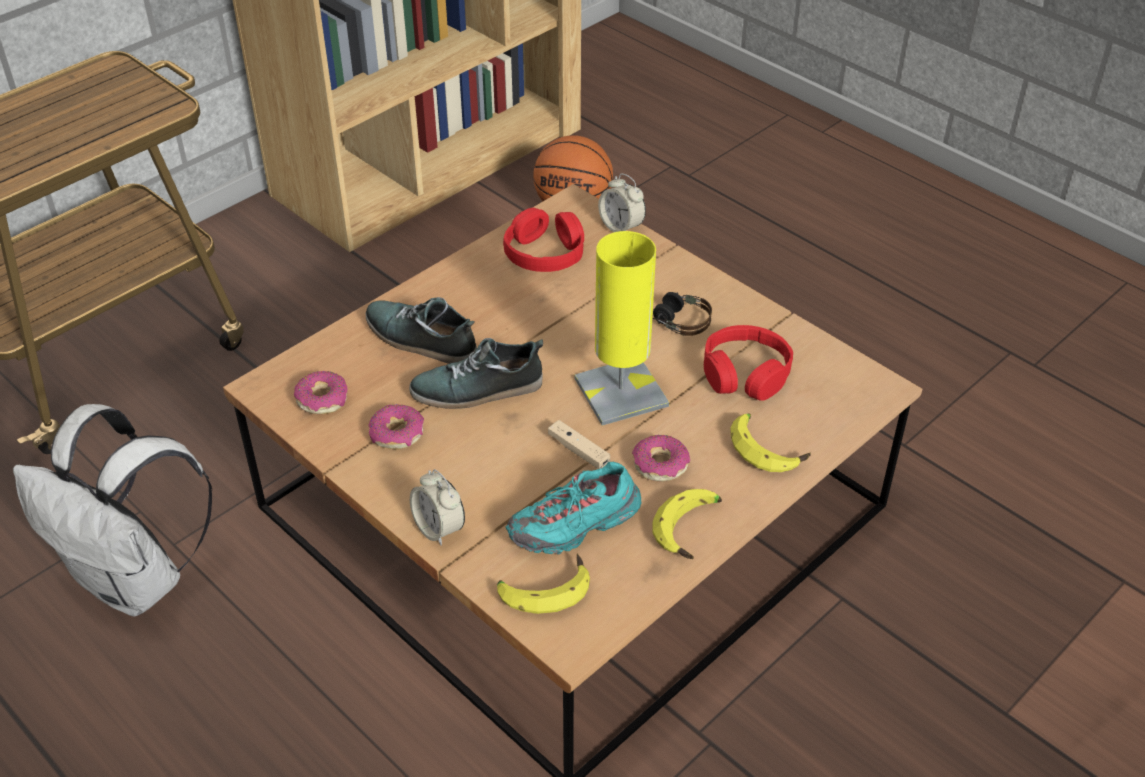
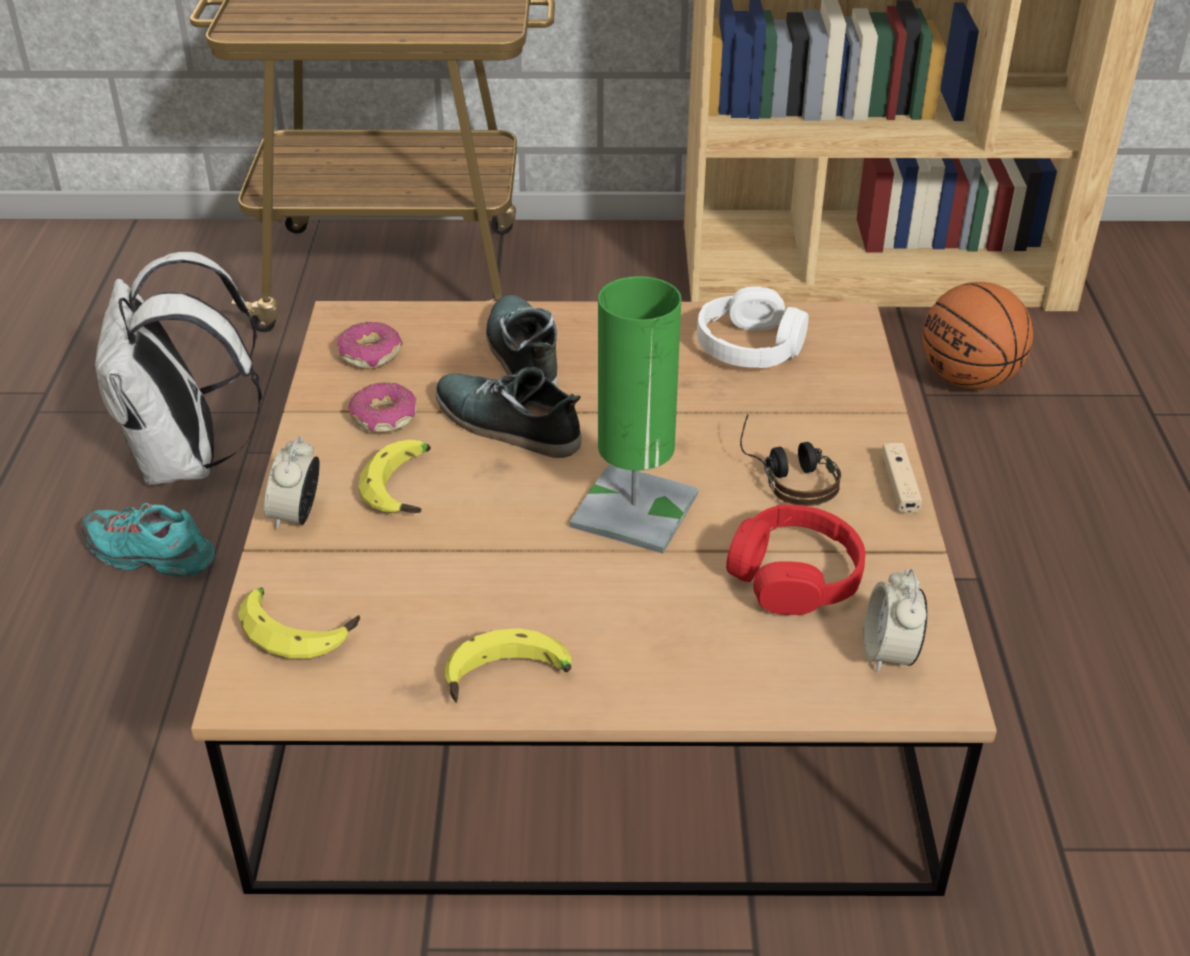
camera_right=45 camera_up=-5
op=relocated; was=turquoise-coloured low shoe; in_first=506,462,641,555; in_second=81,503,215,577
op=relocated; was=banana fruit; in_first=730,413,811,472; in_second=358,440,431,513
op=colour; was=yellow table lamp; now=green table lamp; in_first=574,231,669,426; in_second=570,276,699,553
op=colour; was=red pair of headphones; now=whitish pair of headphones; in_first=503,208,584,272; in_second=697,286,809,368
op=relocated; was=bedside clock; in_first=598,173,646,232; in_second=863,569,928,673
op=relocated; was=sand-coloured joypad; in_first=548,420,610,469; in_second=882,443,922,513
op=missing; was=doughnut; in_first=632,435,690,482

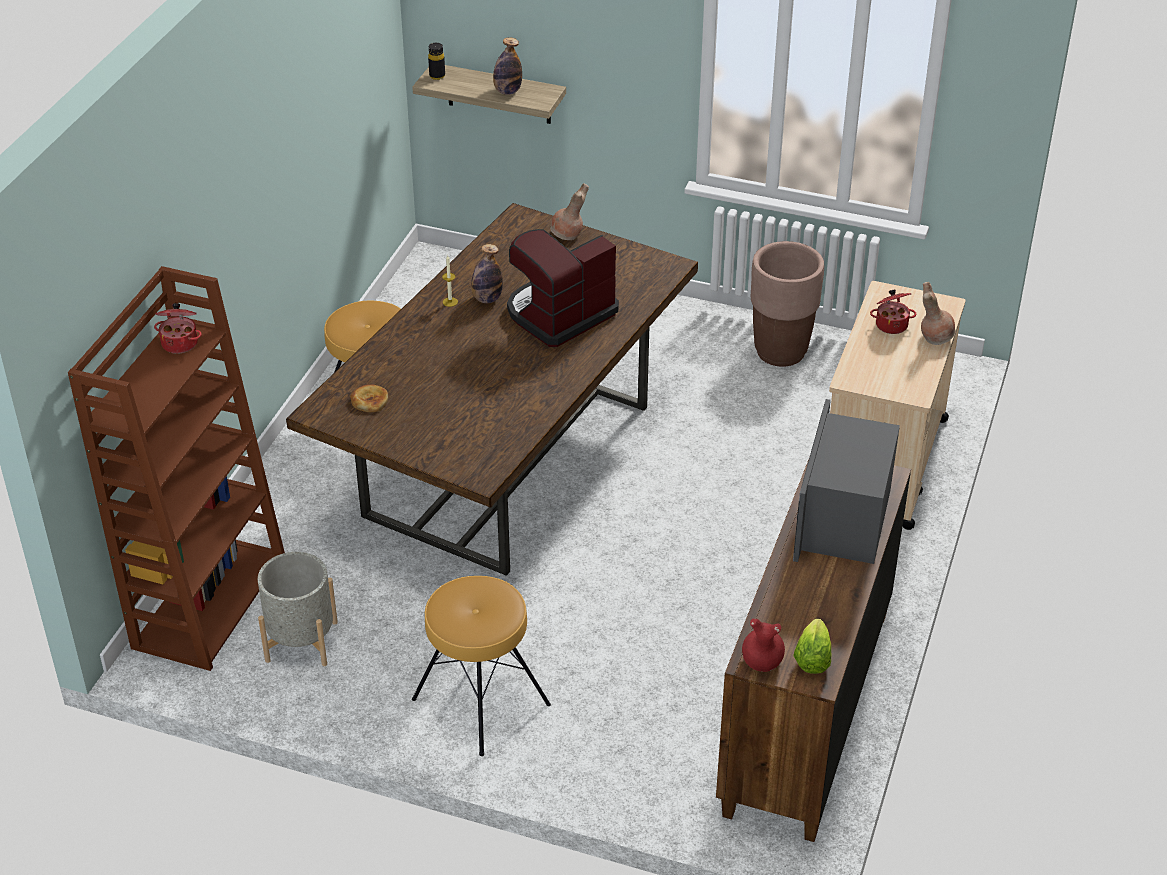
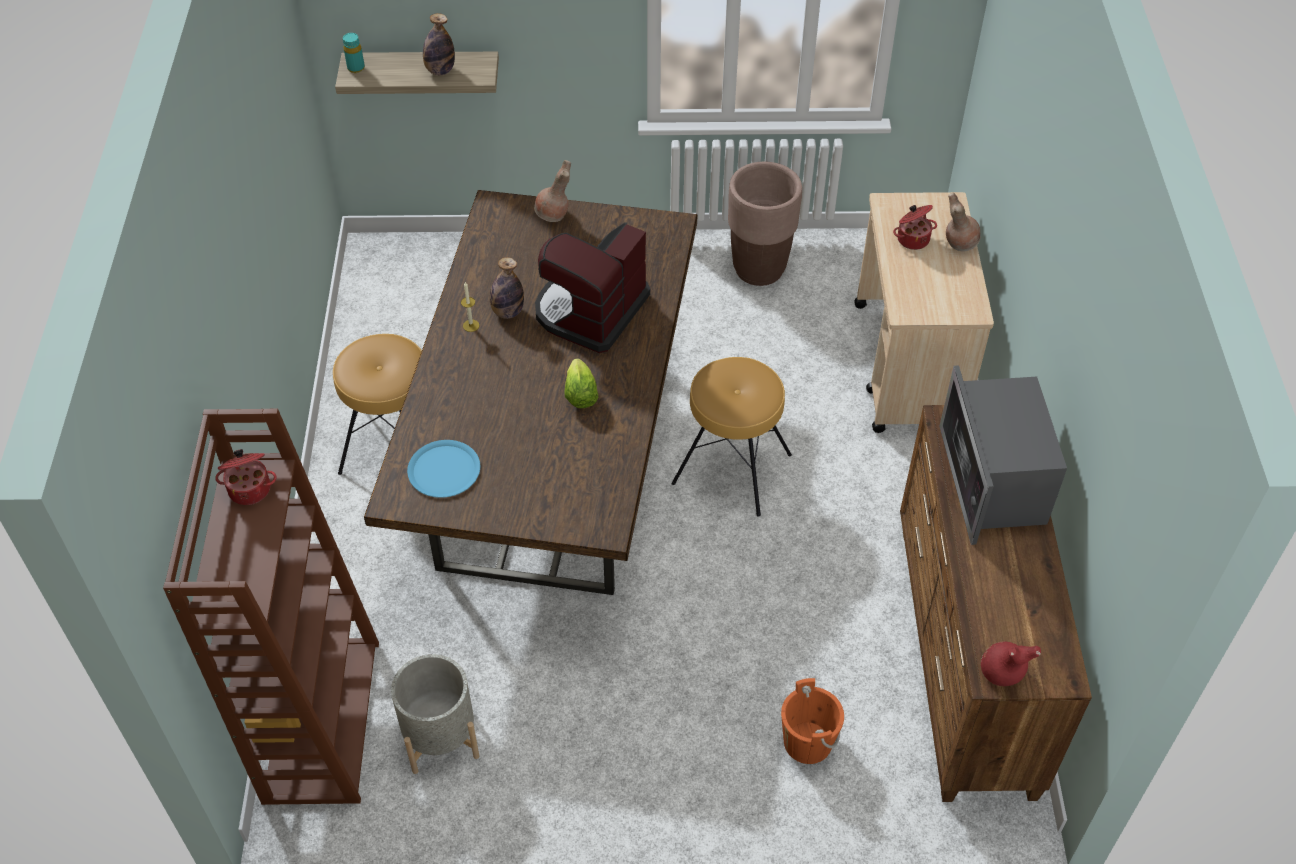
camera_right=-20 camera_up=10
op=colour; was=black-coloured bottle; now=turquoise-coloured bottle; in_first=428,43,445,80; in_second=343,33,365,73
op=exchanged; was=bread; now=blue dinner plate; in_first=350,384,388,412; in_second=407,440,480,498
op=relocated; was=lettuce head; in_first=793,618,831,674; in_second=564,358,598,408
op=relocated; was=brownish sitting stool; in_first=412,576,551,756; in_second=672,357,792,517
op=appeared; now=orangey pail; in_second=781,678,844,764

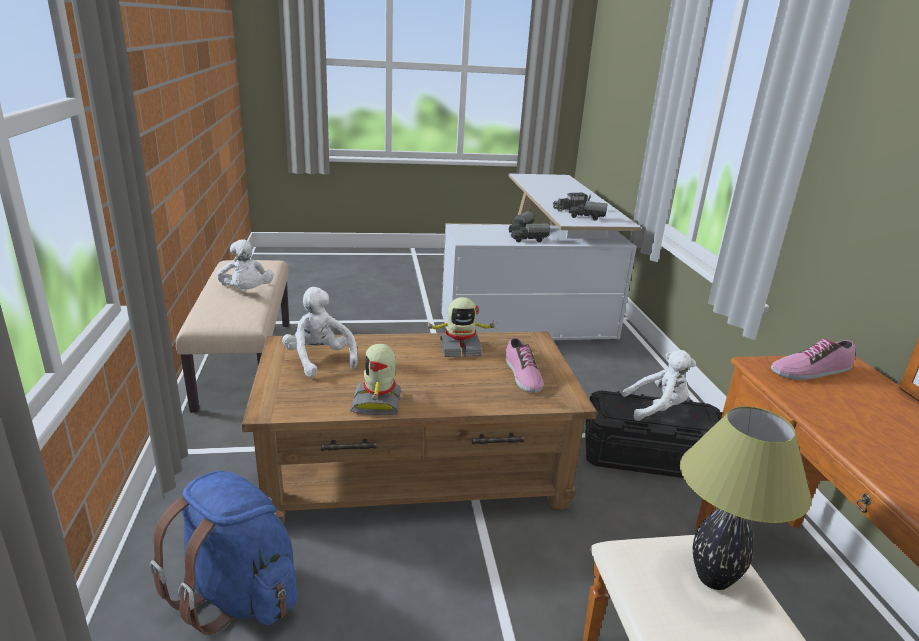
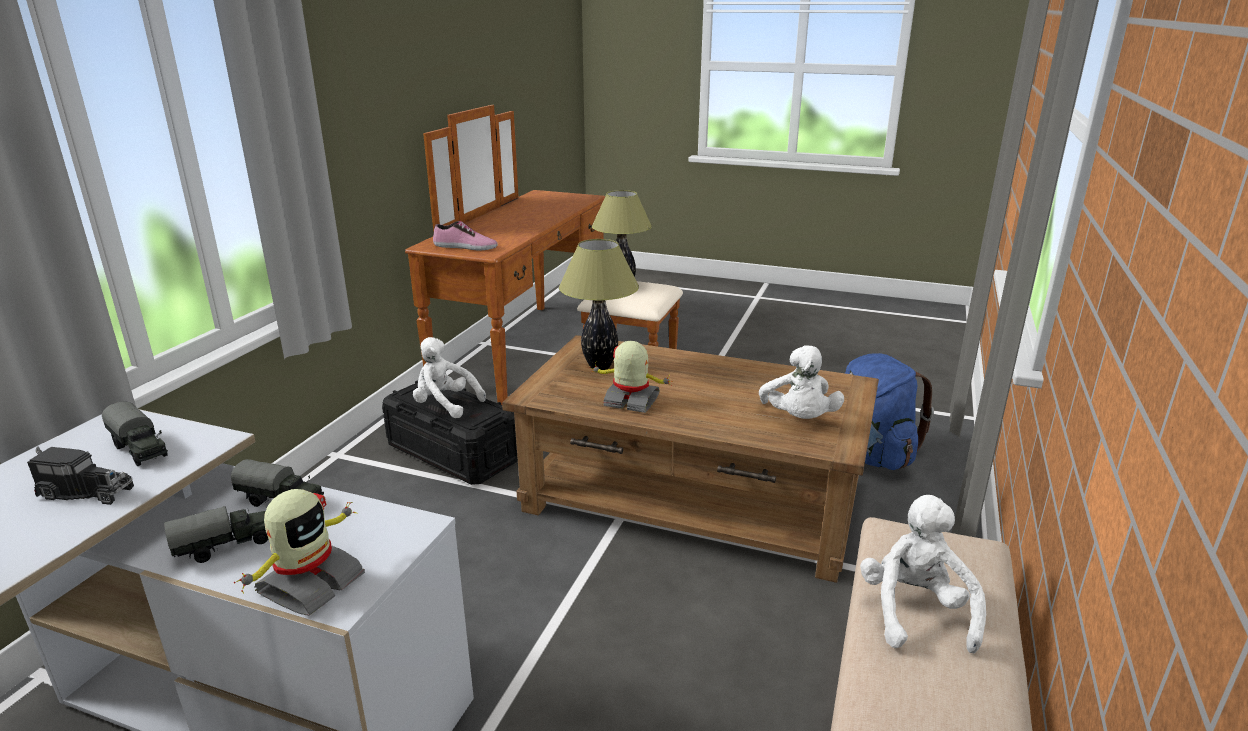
camera_right=-150 camera_up=0
op=relocated; was=robot figure; in_first=350,344,401,415; in_second=234,489,365,616
op=exchanged; was=low shoe; now=table lamp; in_first=505,338,544,393; in_second=559,239,639,370

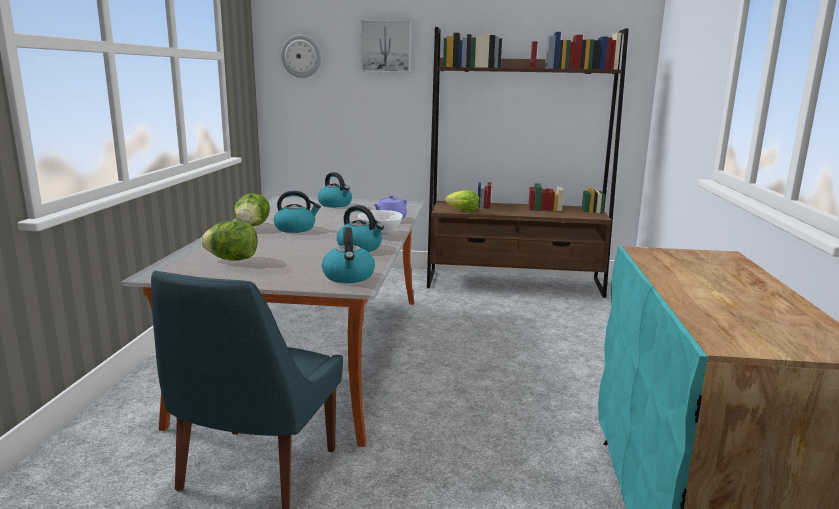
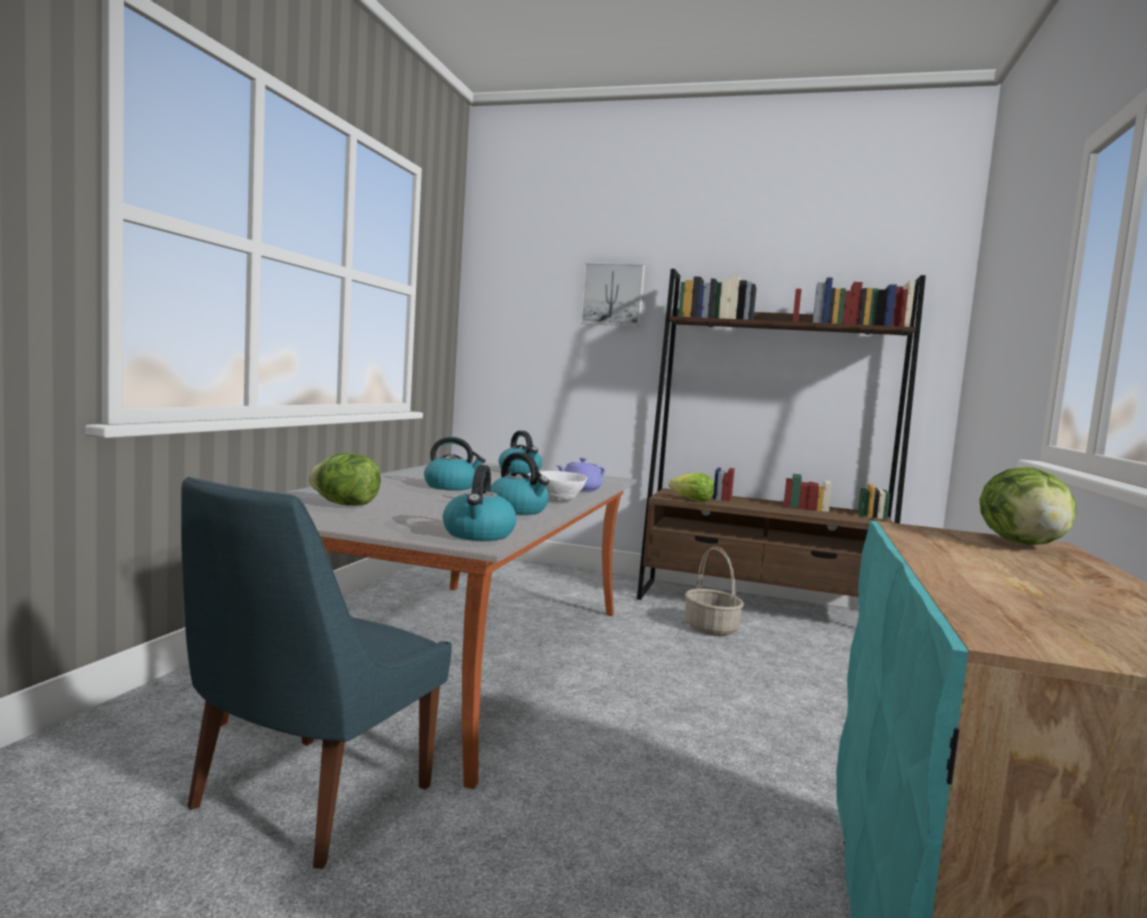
camera_right=10 camera_up=-10
op=appeared; now=storage basket; in_second=685,547,744,636
op=relocated; was=lettuce head; in_first=234,193,270,226; in_second=979,467,1077,545
op=missing; was=hanging clock; in_first=281,35,321,78

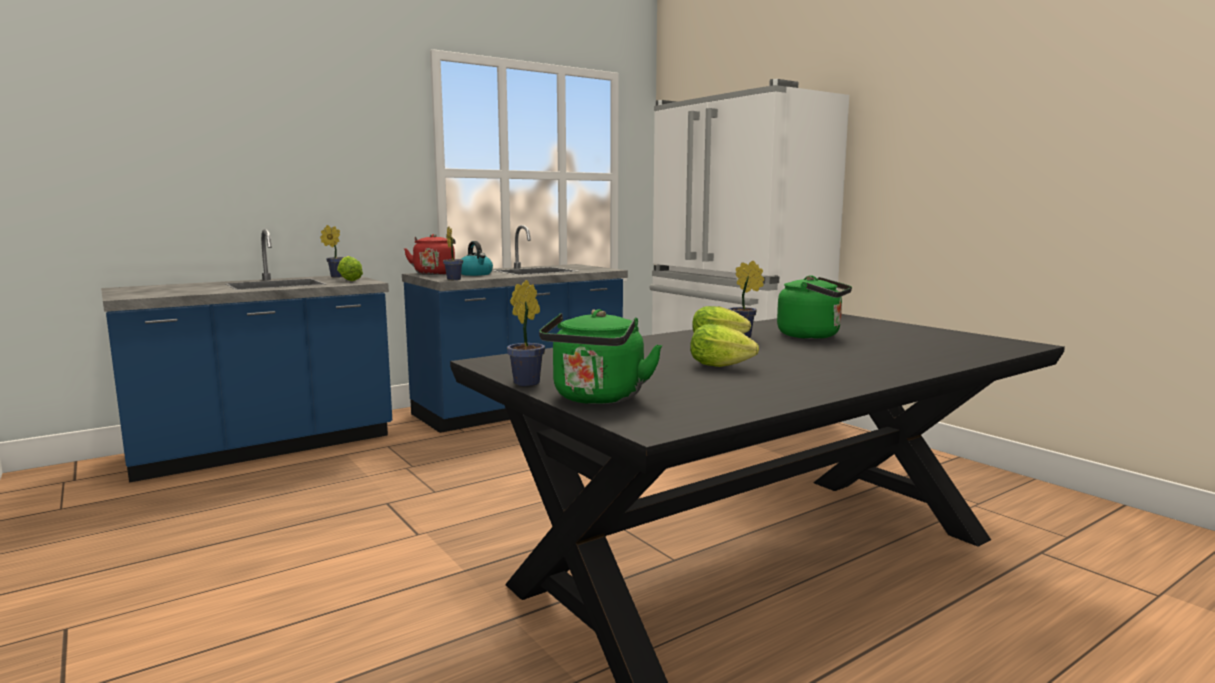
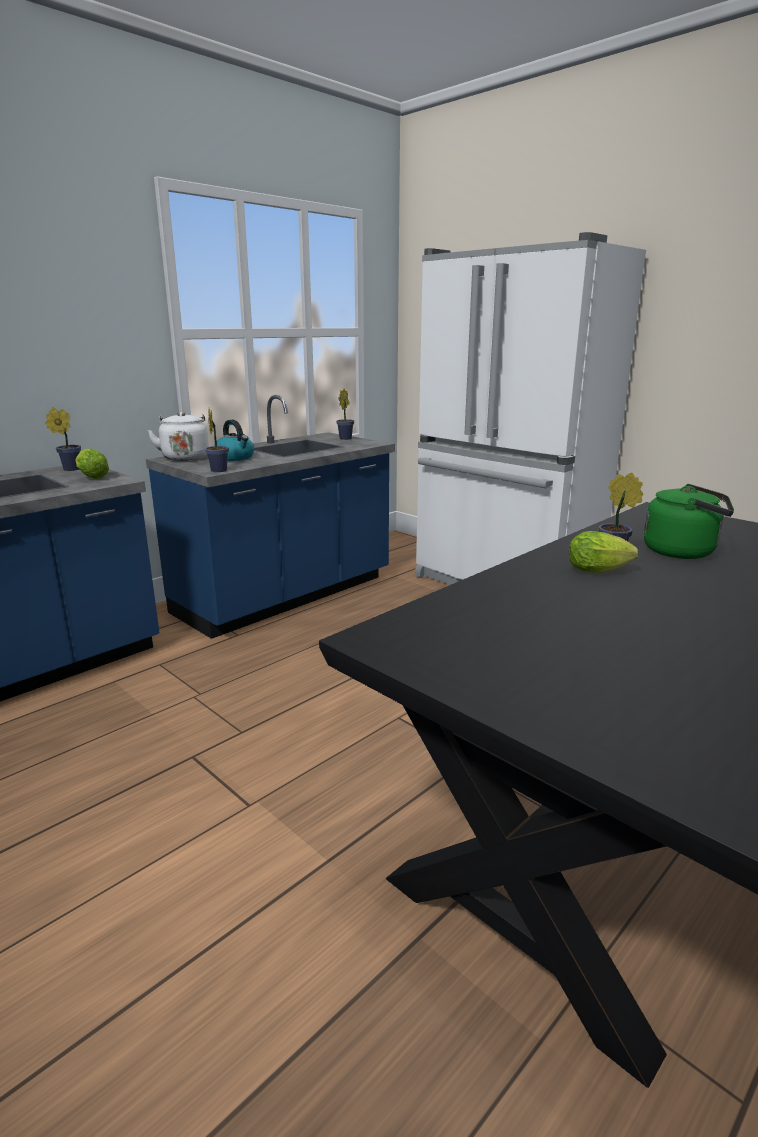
camera_right=-10 camera_up=10
op=colour; was=red tea kettle; now=whitish tea kettle; in_first=404,234,456,275; in_second=147,412,209,461
op=relocated; was=potted plant; in_first=507,280,545,386; in_second=336,389,354,440
op=missing; was=green tea kettle; in_first=539,309,662,404
op=missing; was=lettuce head; in_first=690,324,759,367

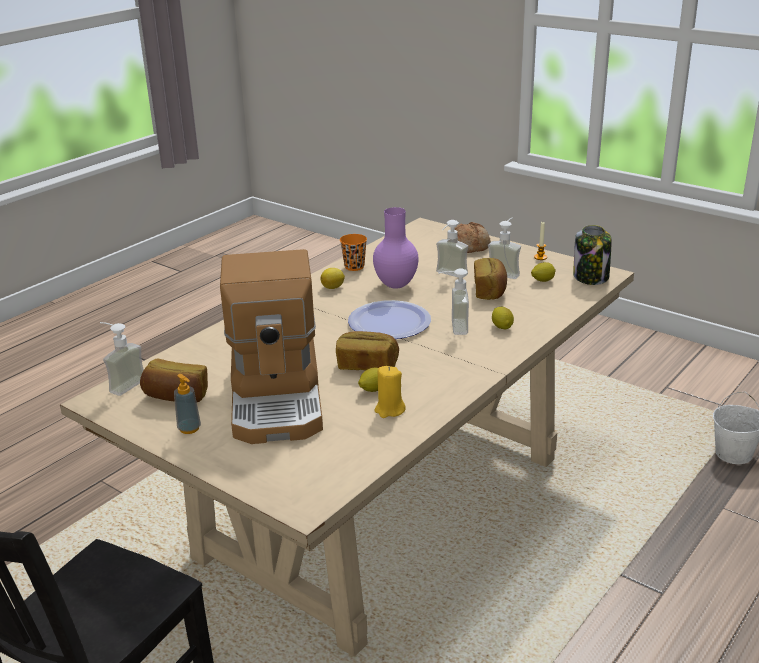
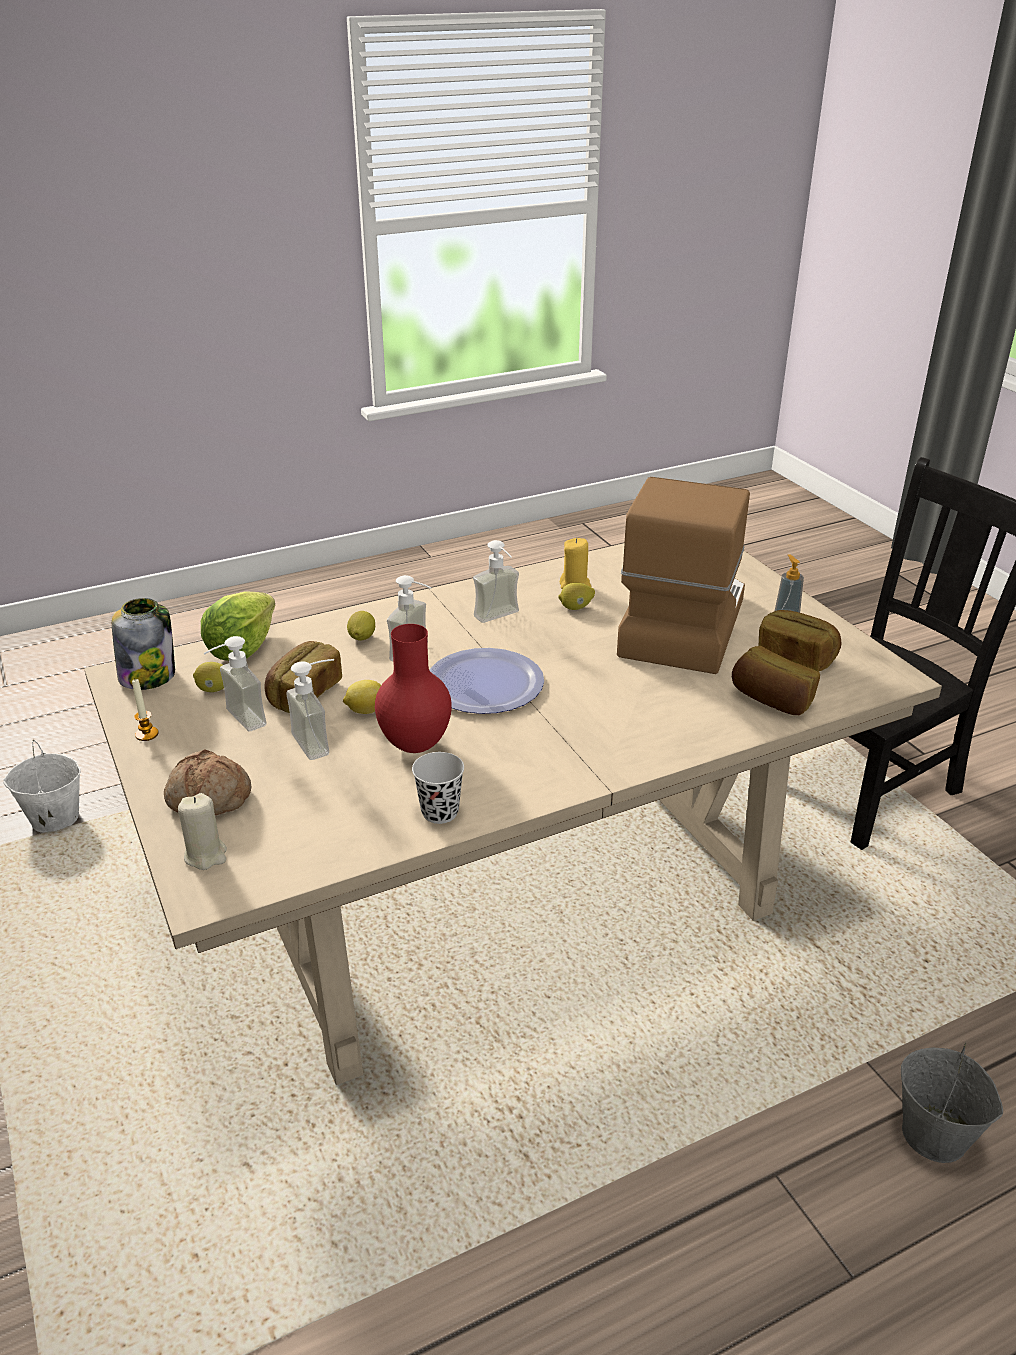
camera_right=-155 camera_up=5
op=appeared; now=sand-coloured wax light; in_second=178,793,227,870
op=appeared; now=lettuce head; in_second=201,592,275,661
op=relocated; was=whole lemon; in_first=320,268,345,289; in_second=343,680,381,714
op=colour; was=purplish flower vase; now=red flower vase; in_first=373,207,419,289; in_second=375,624,452,753
op=colour; was=orangey drinking cup; now=black-coloured drinking cup; in_first=340,234,367,271; in_second=412,752,464,824
op=relocated; was=liquid soap bottle; in_first=100,322,144,396; in_second=473,540,519,623
op=relocated; was=bread; in_first=336,331,399,371; in_second=732,646,820,715
op=appeared; now=greyish pail; in_second=901,1043,1003,1163

